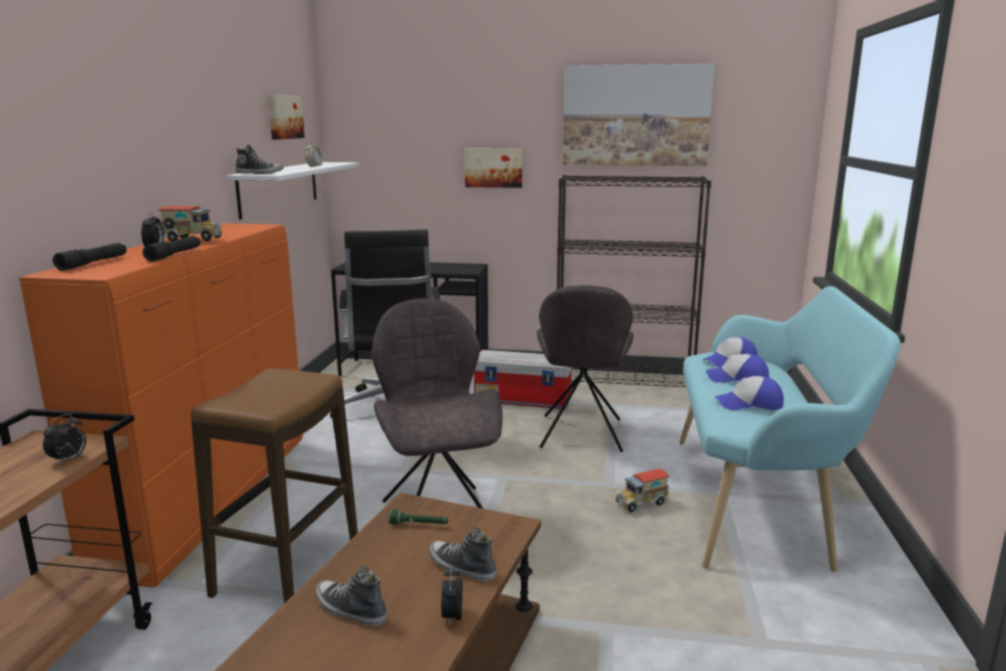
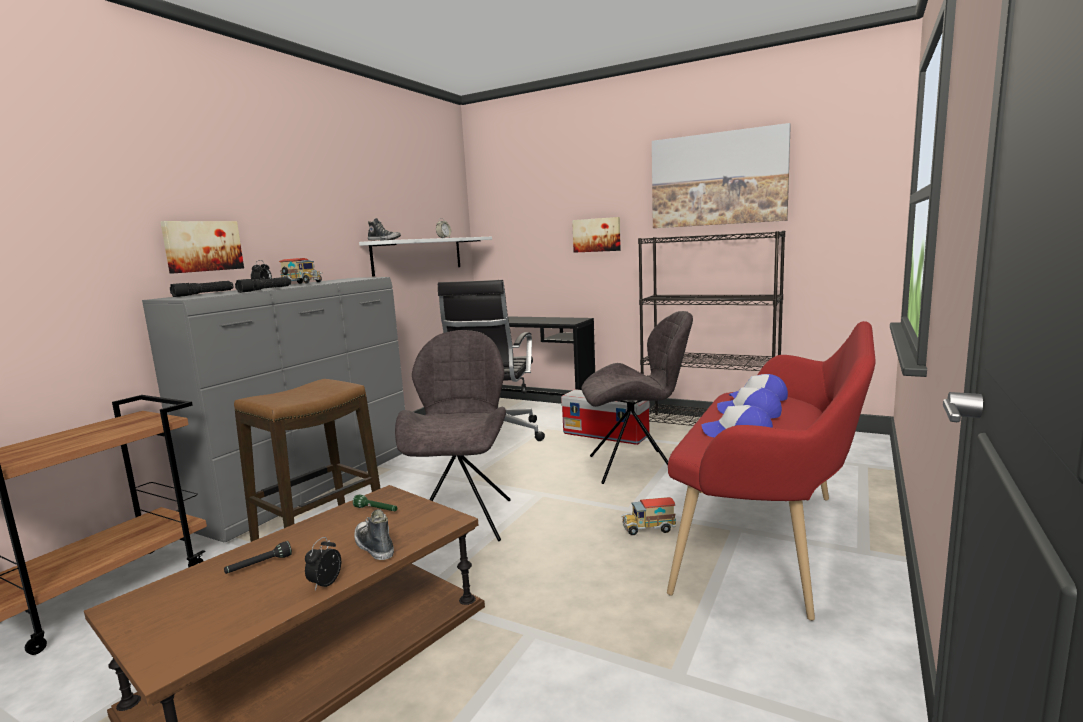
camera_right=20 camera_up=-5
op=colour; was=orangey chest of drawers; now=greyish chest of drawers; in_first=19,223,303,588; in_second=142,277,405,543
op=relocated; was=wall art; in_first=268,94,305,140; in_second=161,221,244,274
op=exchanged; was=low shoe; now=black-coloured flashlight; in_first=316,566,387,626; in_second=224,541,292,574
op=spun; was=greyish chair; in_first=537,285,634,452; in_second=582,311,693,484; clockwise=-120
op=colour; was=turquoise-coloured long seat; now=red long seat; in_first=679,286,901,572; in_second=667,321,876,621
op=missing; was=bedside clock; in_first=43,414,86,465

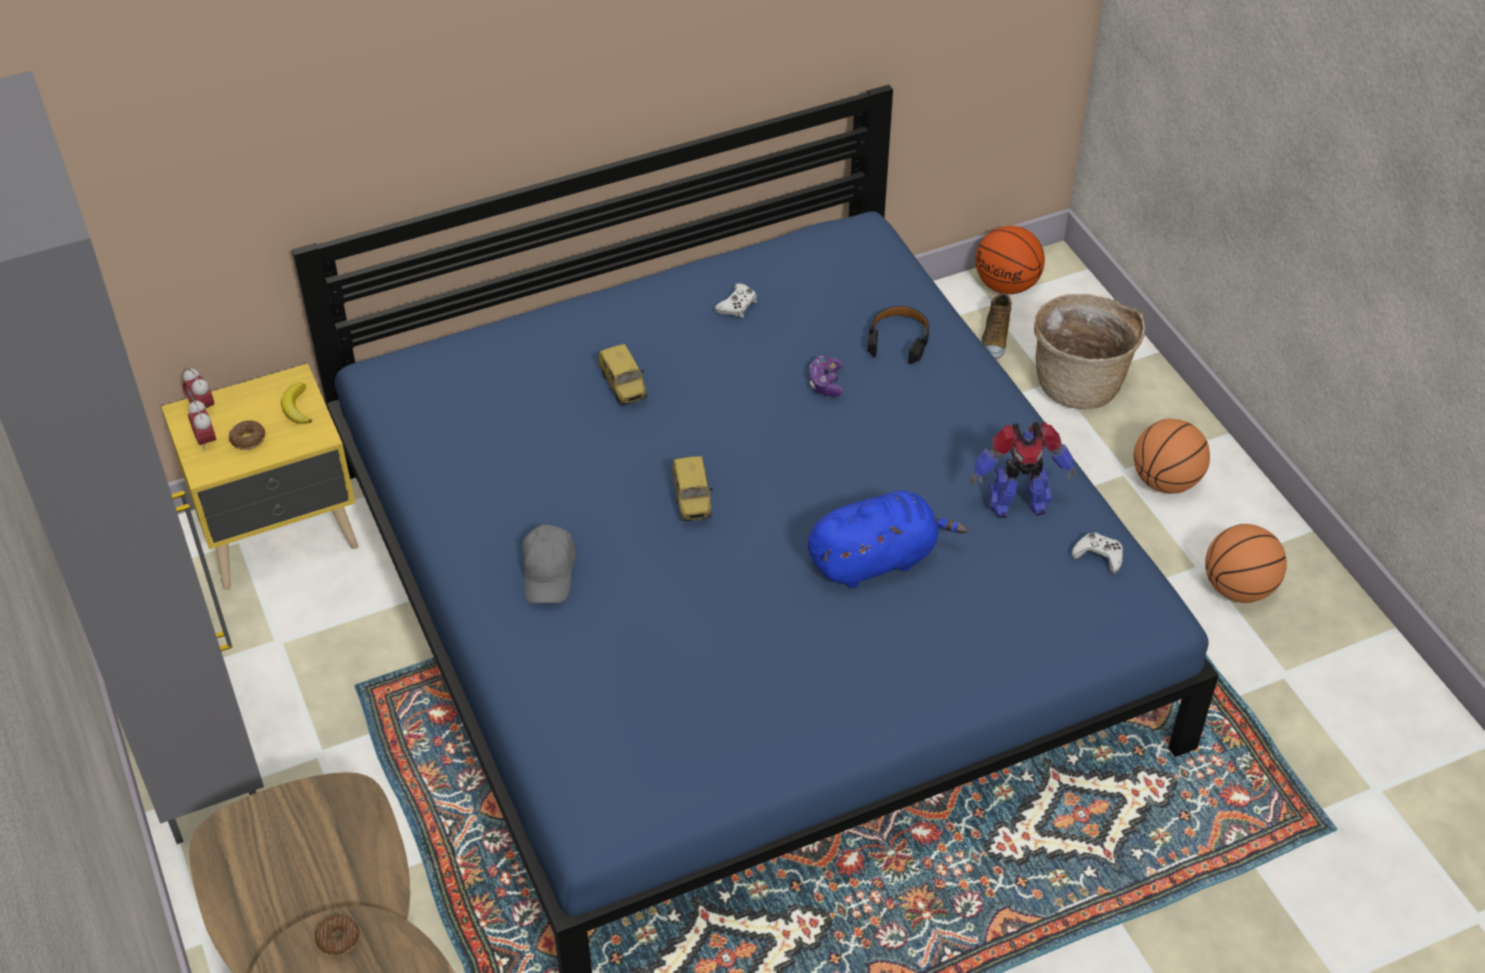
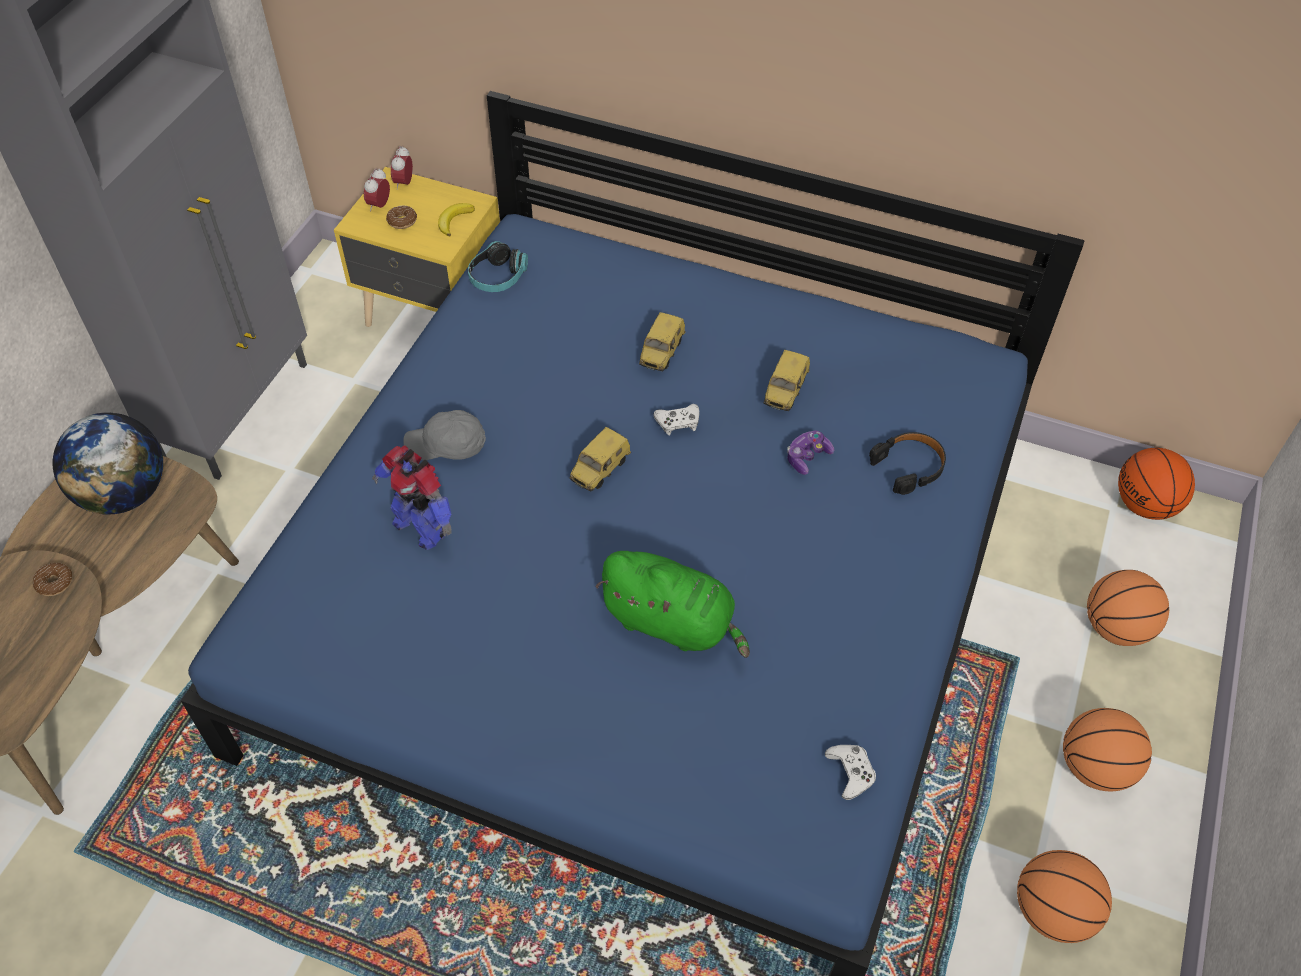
camera_right=45 camera_up=5
op=appeared; now=globe; in_second=53,412,163,514
op=relocated; was=robot figure; in_first=970,422,1077,518; in_second=372,445,452,550
op=spun; was=greyish cap; in_first=522,525,576,604; in_second=403,410,486,460; clockwise=45
op=appeared; now=pair of headphones; in_second=468,241,528,292
op=colour; was=blue cuddly toy; now=green cuddly toy; in_first=808,491,968,588; in_second=595,551,750,658
op=relocated; was=whitish joypad; in_first=714,283,757,317; in_second=653,404,700,435
op=appeared; now=model car; in_second=764,350,810,411
op=exchanged; was=storage basket; now=ball for basketball; in_first=1034,294,1145,409; in_second=1087,570,1169,646
op=missing; was=low shoe; in_first=981,293,1011,359

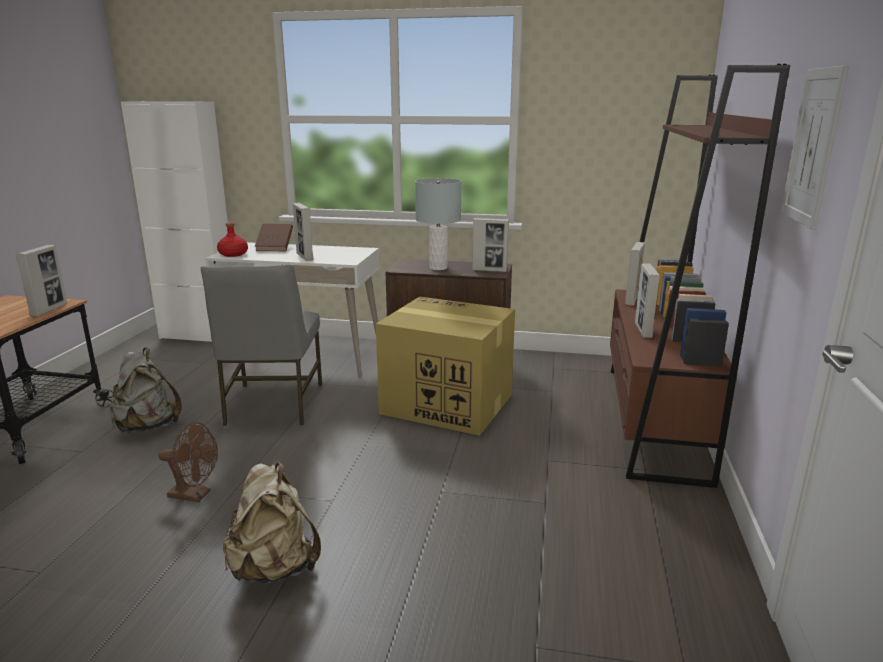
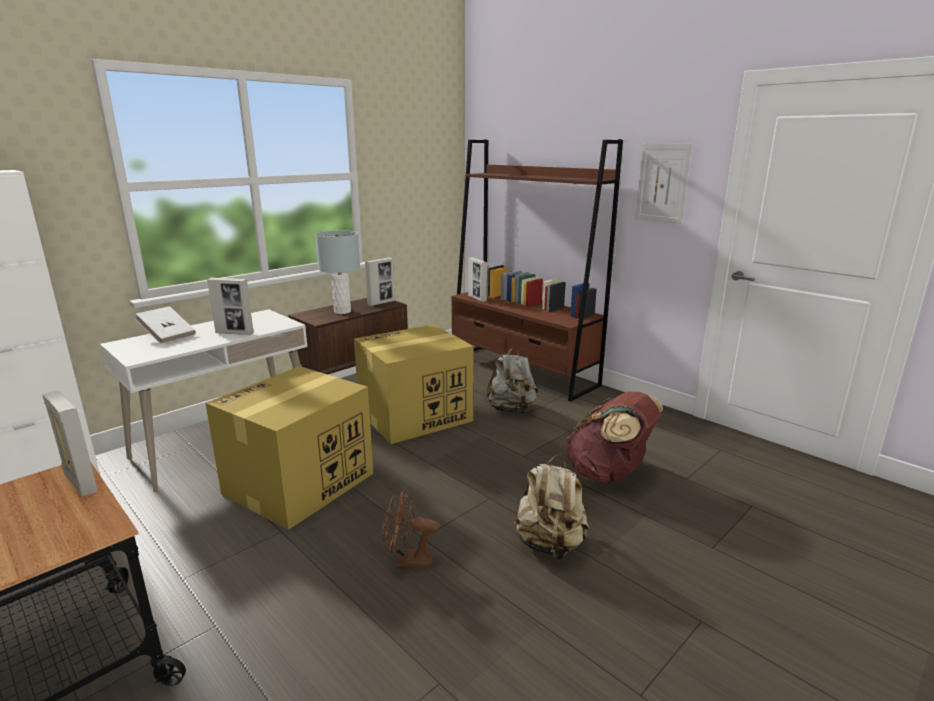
camera_right=-55 camera_up=0
op=colour; was=brownish book; now=whitish book; in_first=255,224,293,251; in_second=135,306,196,344
op=exchanged; was=greyish chair; now=carton; in_first=201,264,322,426; in_second=206,366,373,530
op=spun; was=brownish electric fan; in_first=158,422,218,502; in_second=382,489,440,568; clockwise=-135
op=relocated; was=greyish rucksack; in_first=109,347,182,433; in_second=485,347,538,414
op=appeared; now=brownish rucksack; in_second=566,391,663,483
op=missing; was=red bottle; in_first=217,222,248,257
op=missing; was=standing frame; in_first=635,263,660,338

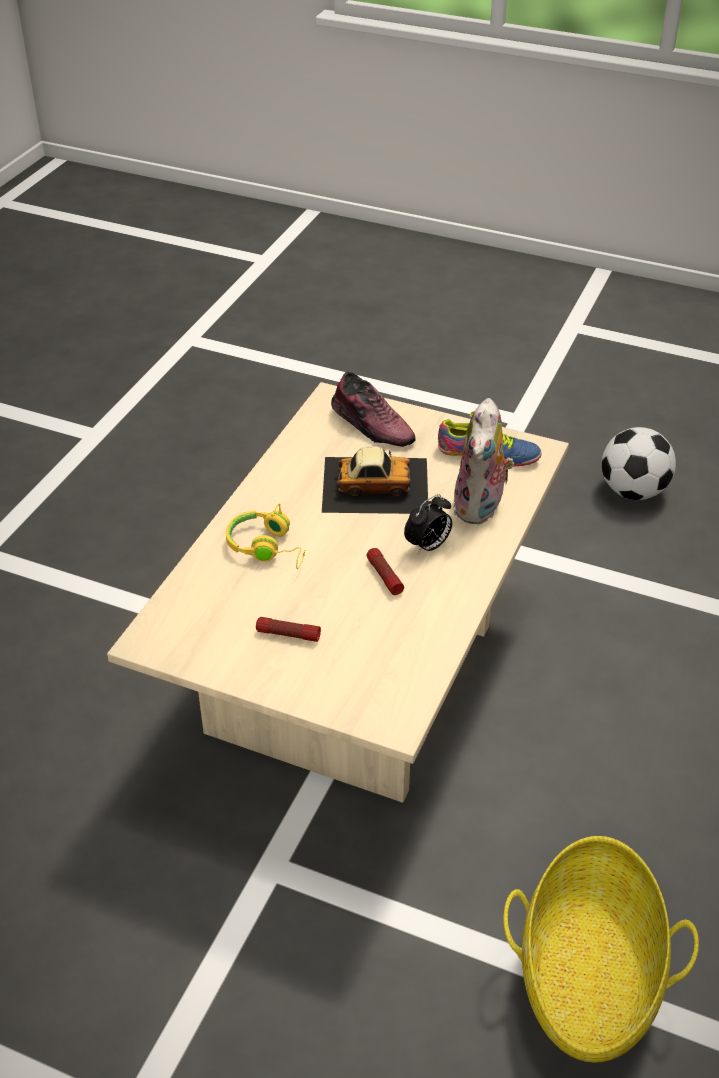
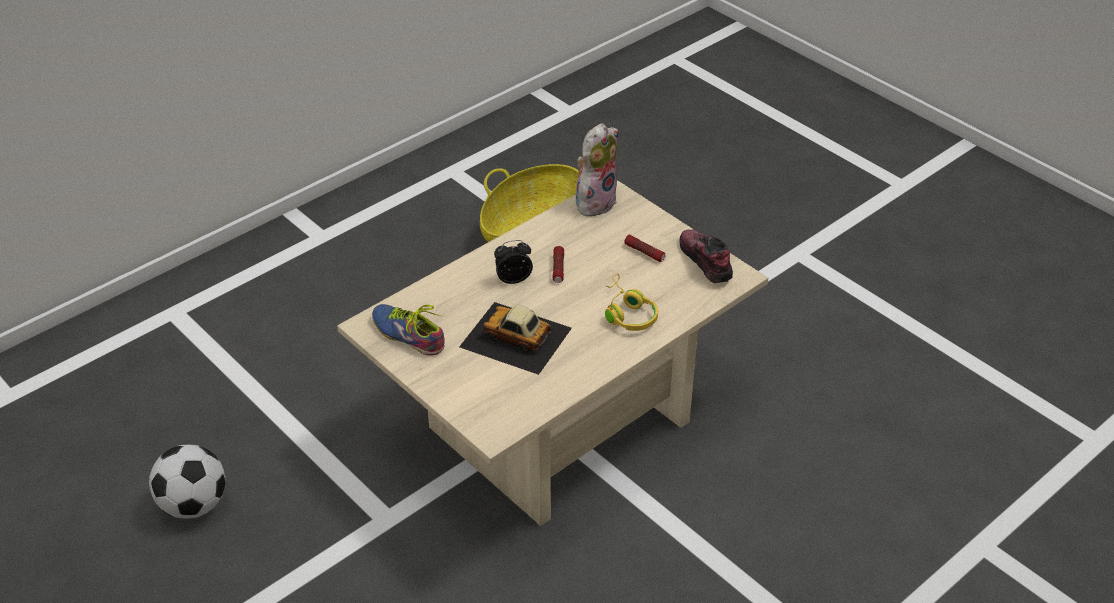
camera_right=-155 camera_up=0
op=relocated; was=cuddly toy; in_first=454,398,514,524; in_second=576,123,618,216
op=relocated; was=low shoe; in_first=331,372,416,447; in_second=679,230,733,284

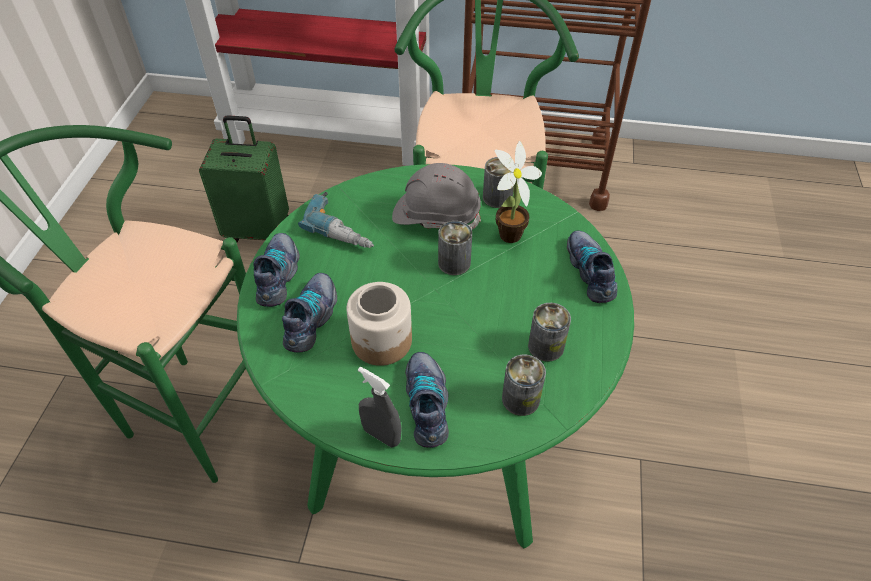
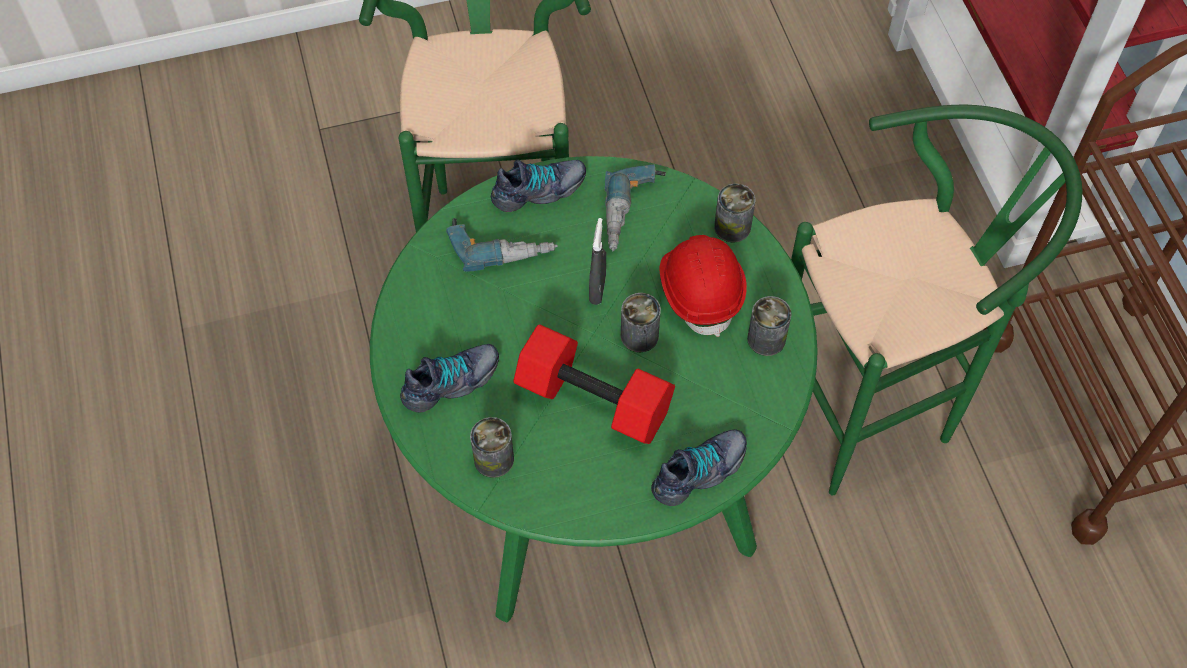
camera_right=65 camera_up=10
op=exchanged; was=low shoe; now=drill; in_first=282,273,337,353; in_second=446,218,558,272
op=appeared; now=red free weight; in_second=513,324,675,444
op=relocated; was=greyish hand sprayer; in_first=358,367,402,447; in_second=589,218,606,305
op=colour; was=greyish work helmet; now=red work helmet; in_first=392,163,481,229; in_second=660,235,747,337
op=relocated; was=can; in_first=528,303,571,362; in_second=714,184,755,242
op=missing; was=green piece of luggage; in_first=199,115,289,242
op=missing; was=storage jar; in_first=347,282,412,366
op=missing; was=potted plant; in_first=495,141,542,243

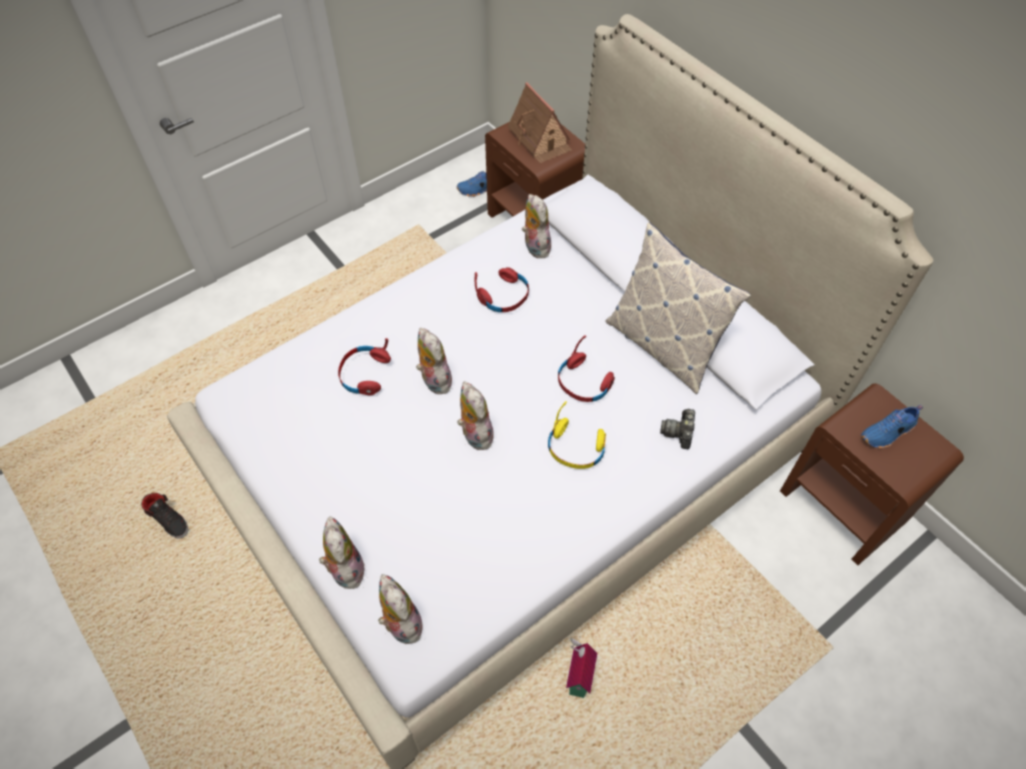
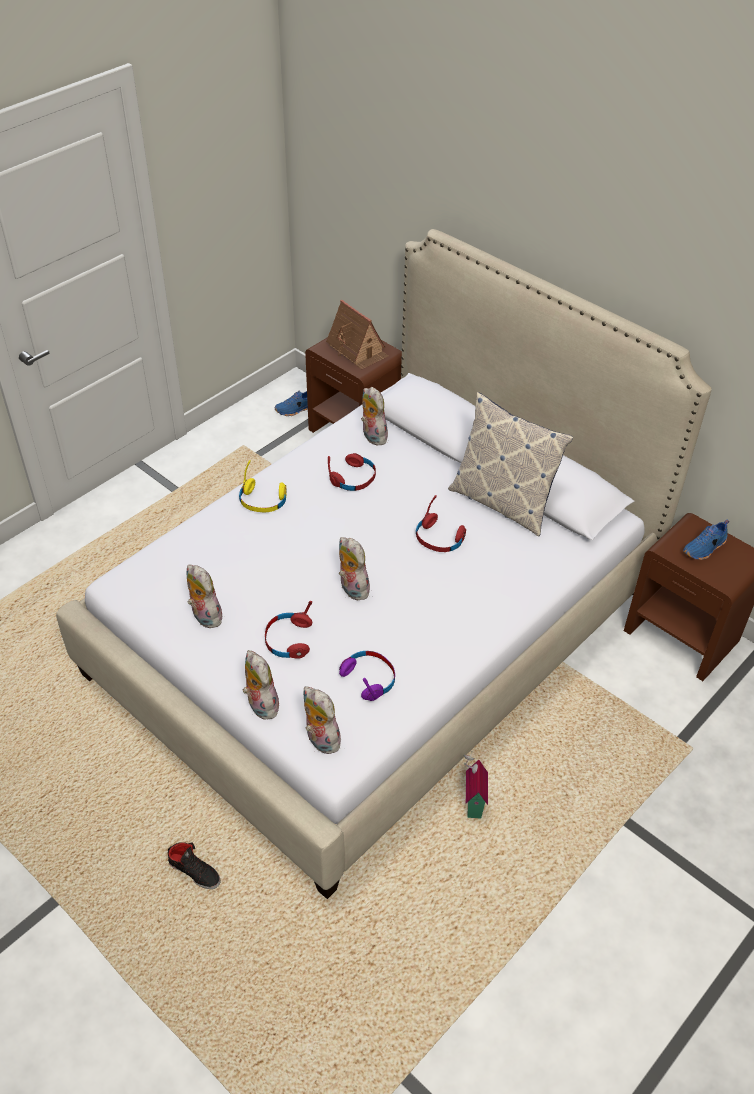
camera_right=-10 camera_up=-10
op=relocated; was=black-coloured low shoe; in_first=141,493,188,539; in_second=168,842,220,889
op=relocated; was=cuddly toy; in_first=416,328,452,394; in_second=187,565,222,629
op=relocated; was=yellow pair of headphones; in_first=548,401,606,469; in_second=239,460,286,512
op=relocated; was=red pair of headphones; in_first=338,338,391,396; in_second=265,601,312,659
op=appeared; now=purplish pair of headphones; in_second=339,651,395,701
op=missing; was=still camera; in_first=660,409,695,449

